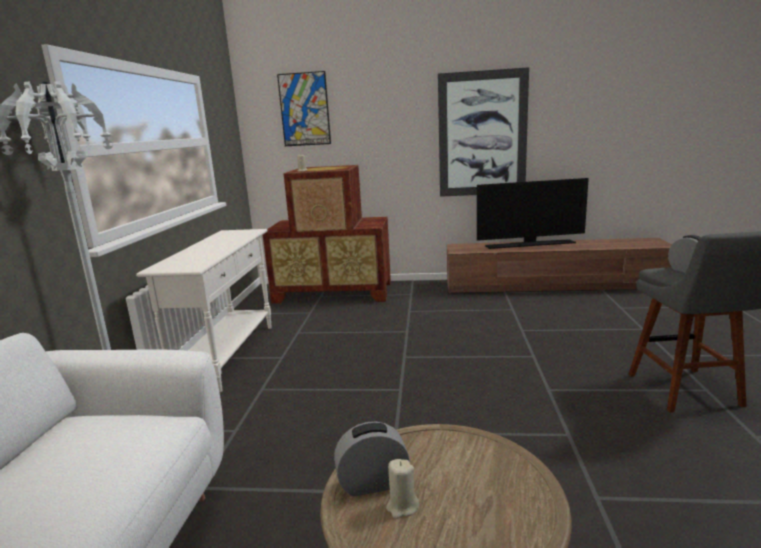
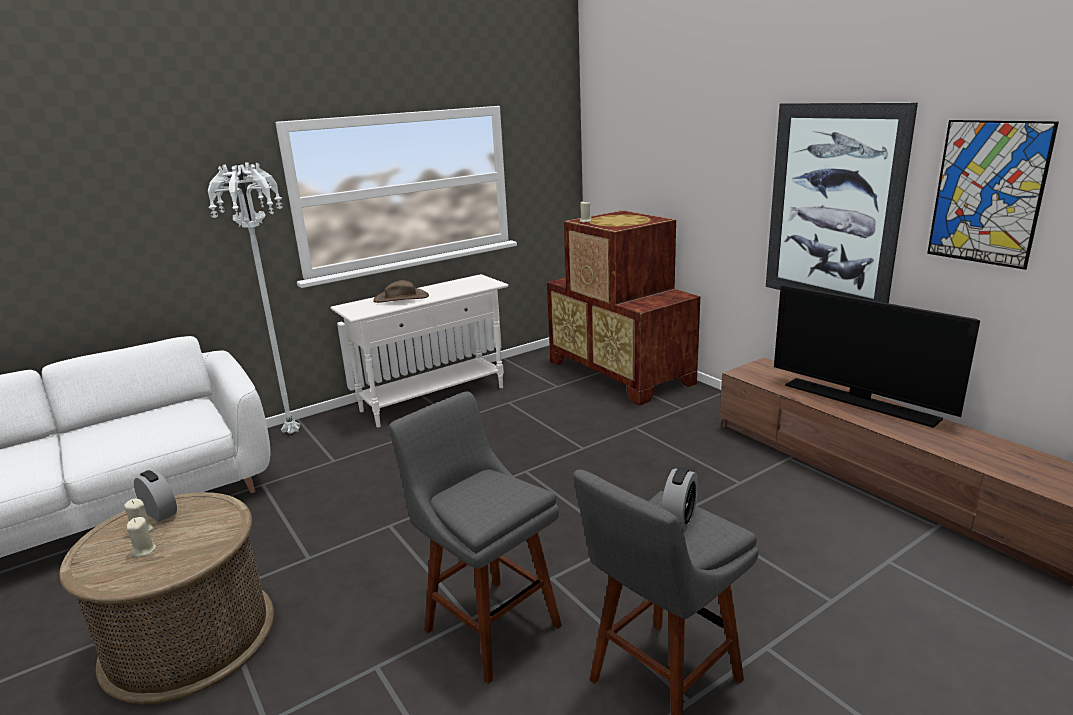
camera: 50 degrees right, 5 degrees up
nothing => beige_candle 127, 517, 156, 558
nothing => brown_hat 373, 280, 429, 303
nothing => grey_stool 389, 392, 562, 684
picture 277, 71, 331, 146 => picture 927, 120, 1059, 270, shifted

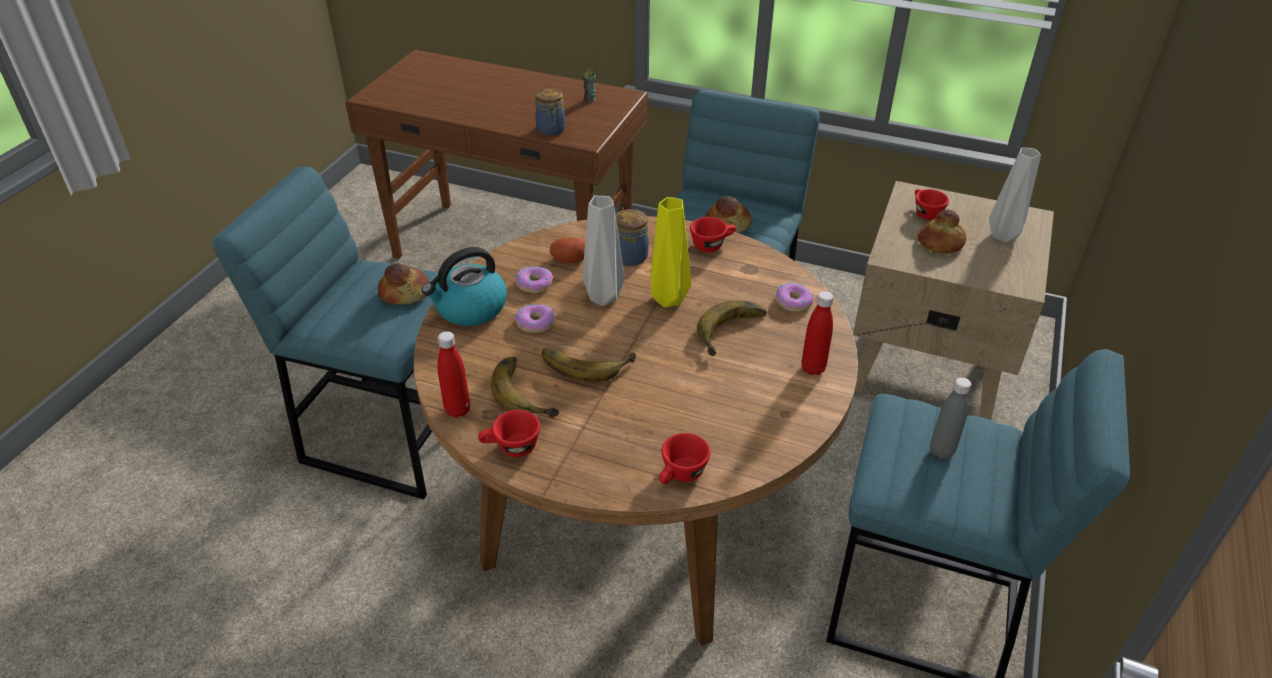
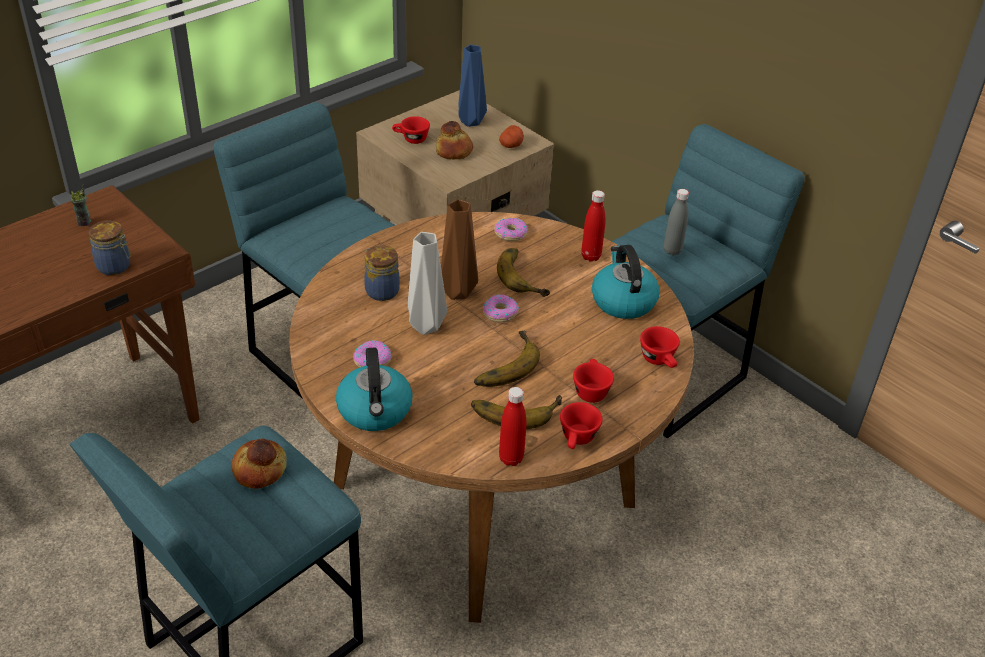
camera: 65 degrees left, 0 degrees up
bread 705, 196, 752, 233 => nothing
nothing => kettle 592, 245, 660, 319
donut 515, 304, 555, 333 => donut 483, 295, 519, 322, shifted
potato 550, 237, 585, 264 => potato 499, 125, 524, 148, shifted
red_cup 690, 217, 736, 252 => red_cup 573, 359, 614, 403, shifted
yellow_vase 651, 197, 691, 308 => brown_vase 441, 199, 478, 300
grey_vase 989, 148, 1041, 243 => blue_vase 458, 44, 487, 127

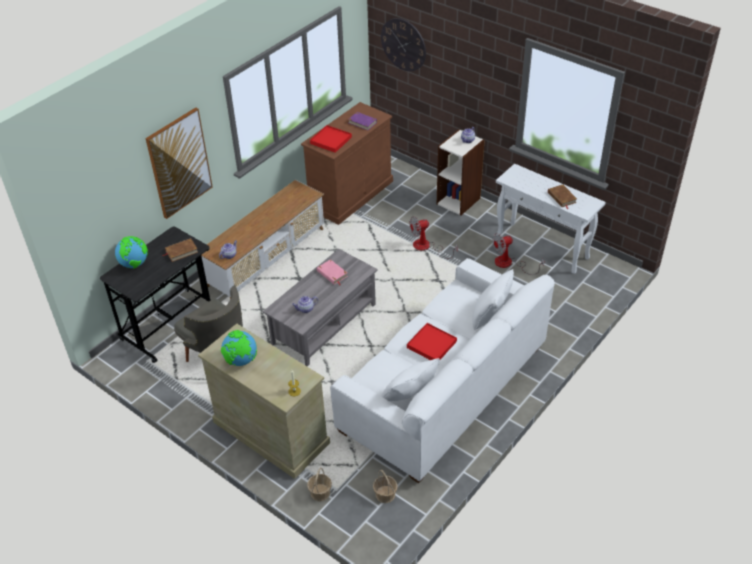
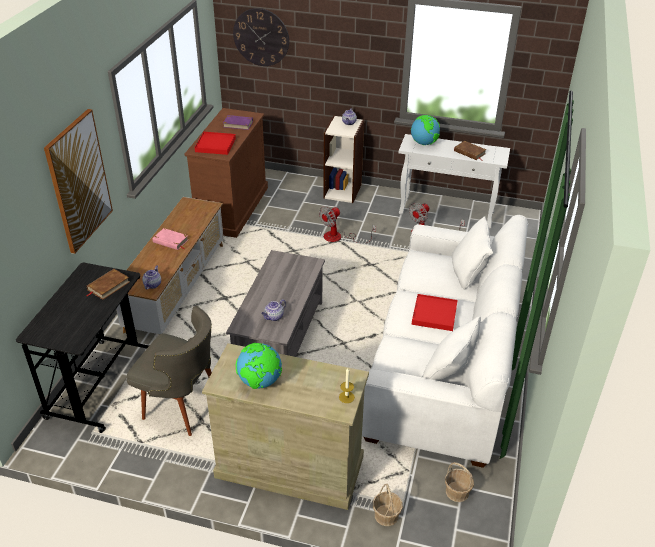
camera: 25 degrees left, 5 degrees down
globe 115, 236, 148, 269 => globe 411, 115, 440, 145, shifted
pink_book 317, 259, 348, 285 => pink_book 152, 228, 188, 250, shifted

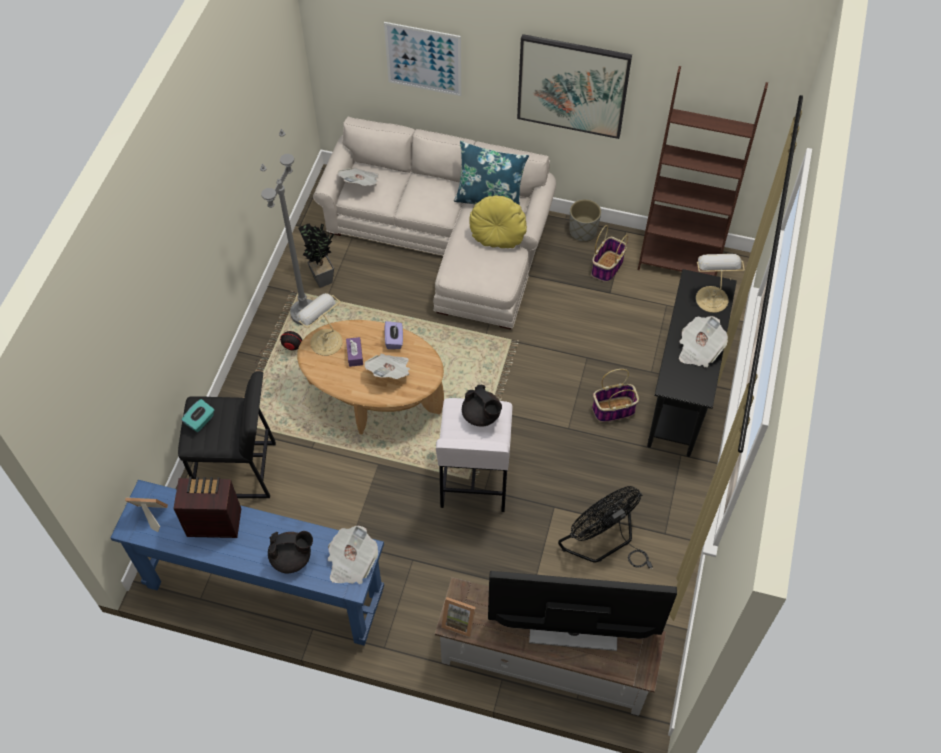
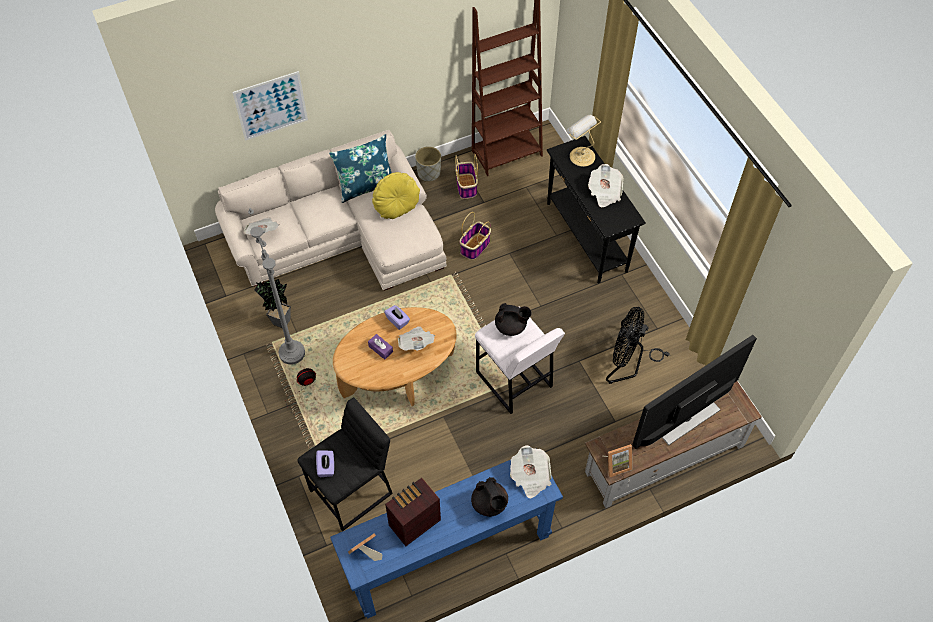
camera: 40 degrees left, 0 degrees up
table_lamp 296, 293, 343, 356 => nothing
picture 517, 34, 632, 139 => nothing
basket 592, 369, 639, 422 => basket 460, 212, 491, 260, shifted
turquoise_tissue_box 182, 399, 215, 432 => purple_tissue_box 316, 450, 334, 477
black_teapot 268, 531, 313, 573 => black_teapot 471, 477, 508, 517, 105 degrees clockwise

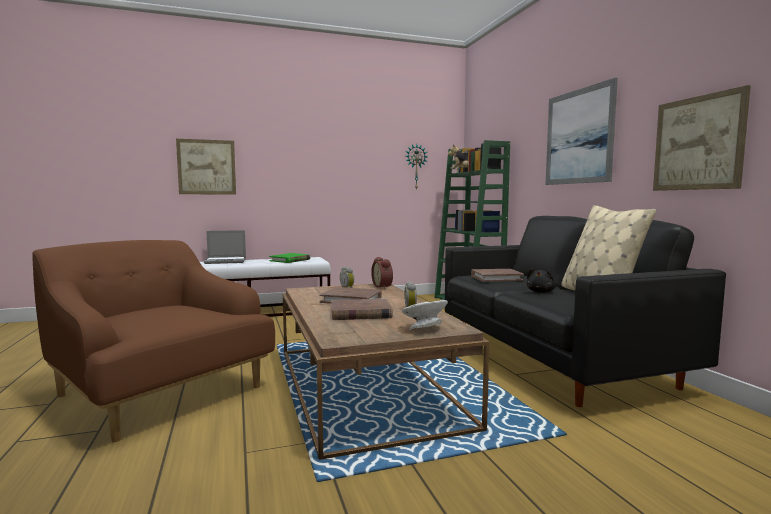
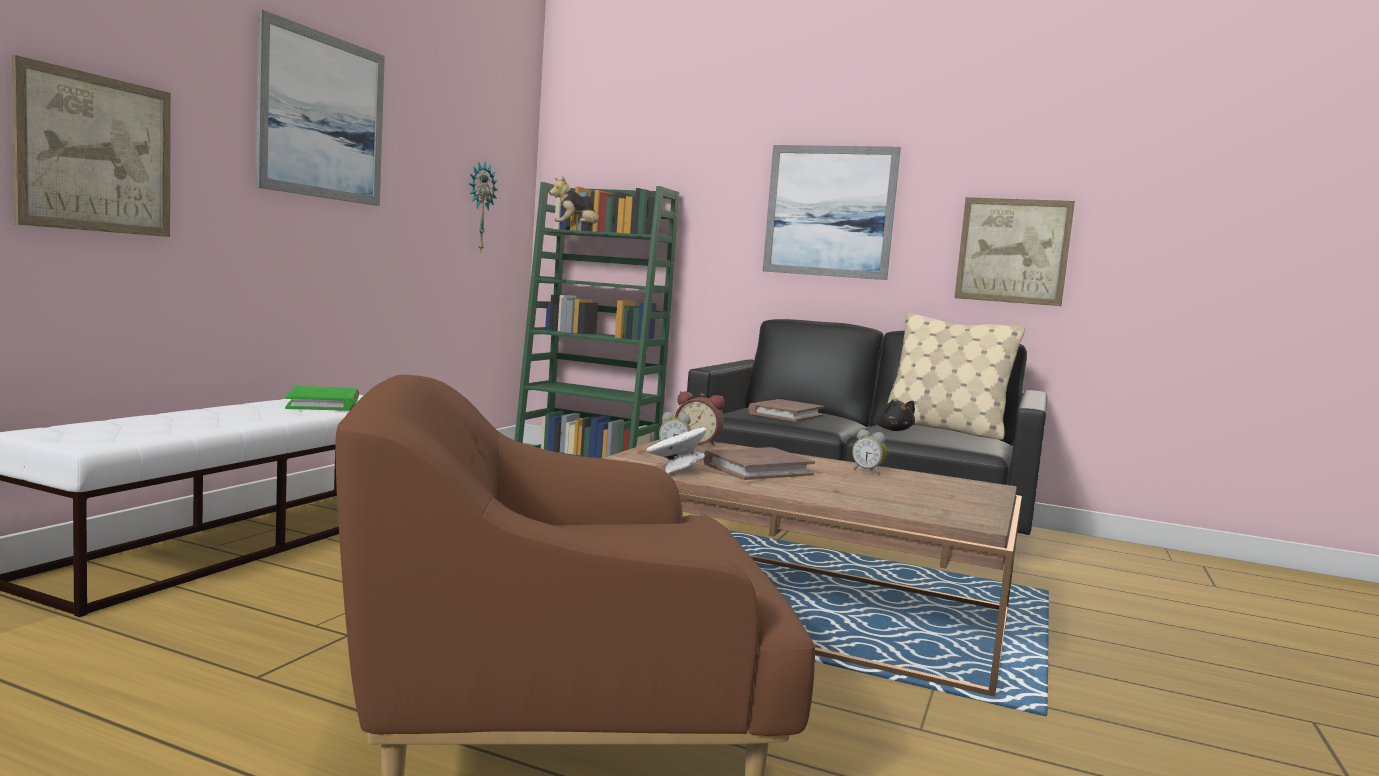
camera: 50 degrees left, 0 degrees up
laptop 204, 230, 246, 264 => nothing
brown_book 331, 298, 393, 320 => nothing
nothing => picture 255, 9, 385, 206
white_bowl 402, 300, 448, 330 => white_bowl 647, 427, 707, 473, shifted

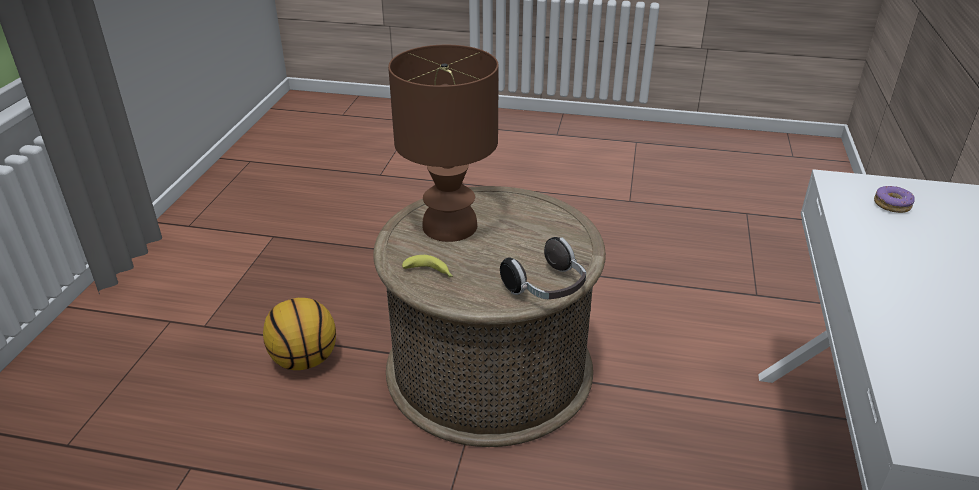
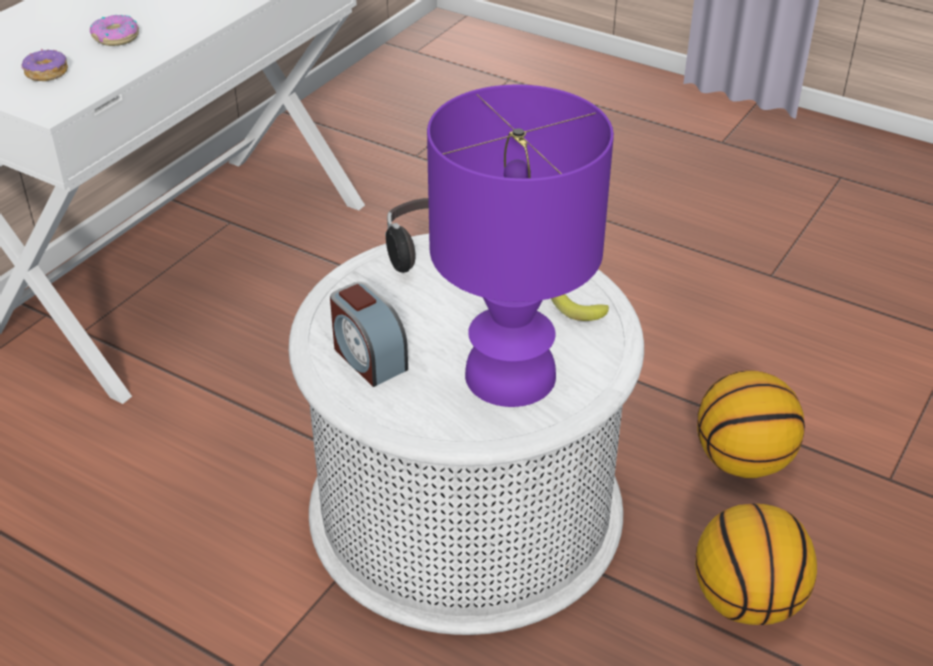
camera: 160 degrees left, 5 degrees up
nothing => donut 90, 15, 139, 46
nothing => alarm_clock 330, 282, 408, 387
nothing => basketball 697, 371, 805, 478
brown_coffee_table 373, 186, 606, 447 => white_coffee_table 289, 234, 644, 635
brown_table_lamp 388, 45, 499, 242 => purple_table_lamp 427, 85, 614, 407

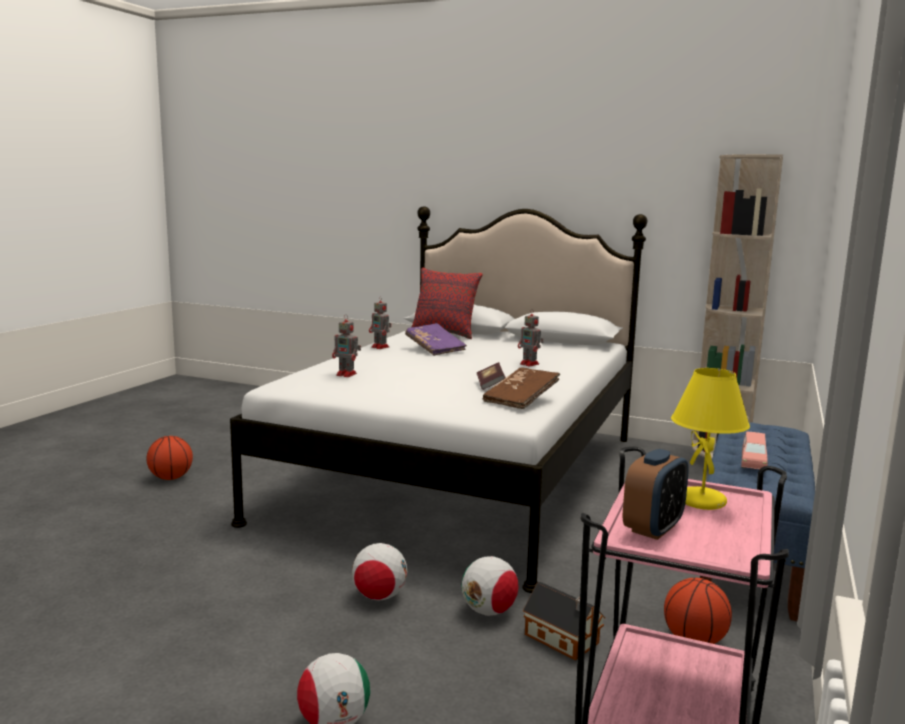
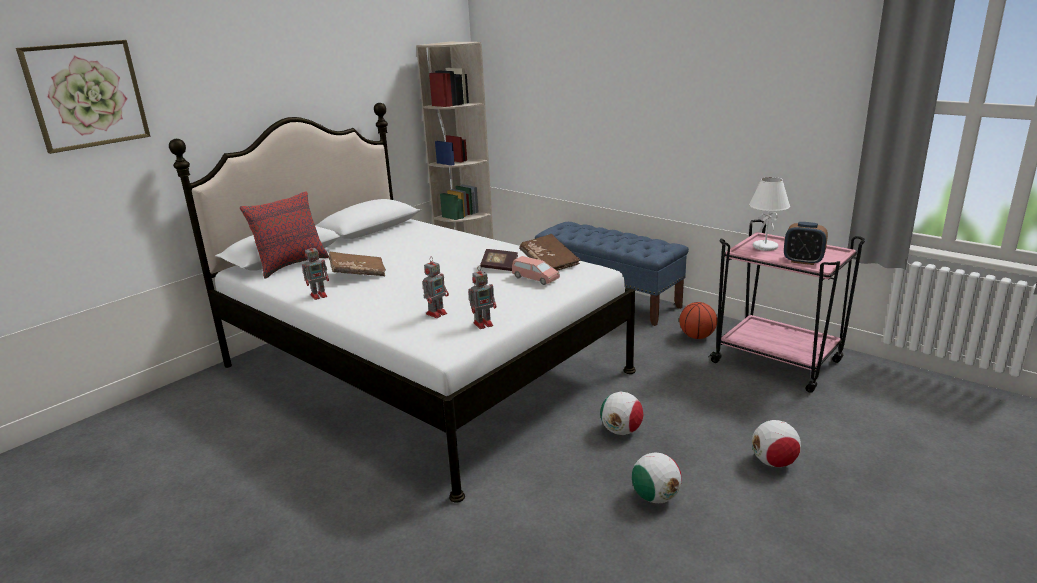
camera: 70 degrees left, 10 degrees up
basketball 146, 436, 193, 480 => nothing
toy_house 523, 581, 605, 660 => nothing
nothing => picture 16, 40, 150, 154
football 461, 556, 519, 616 => football 632, 452, 682, 503, shifted
toy_robot 518, 309, 543, 367 => toy_robot 468, 266, 496, 329, shifted
pink_toy_car 741, 431, 768, 469 => pink_toy_car 512, 256, 560, 285, shifted
purple_book 405, 323, 467, 356 => brown_book 329, 252, 386, 276
yellow_table_lamp 671, 368, 750, 510 => white_table_lamp 749, 177, 790, 251
alarm_clock 623, 449, 689, 540 => alarm_clock 784, 222, 828, 265, 150 degrees clockwise

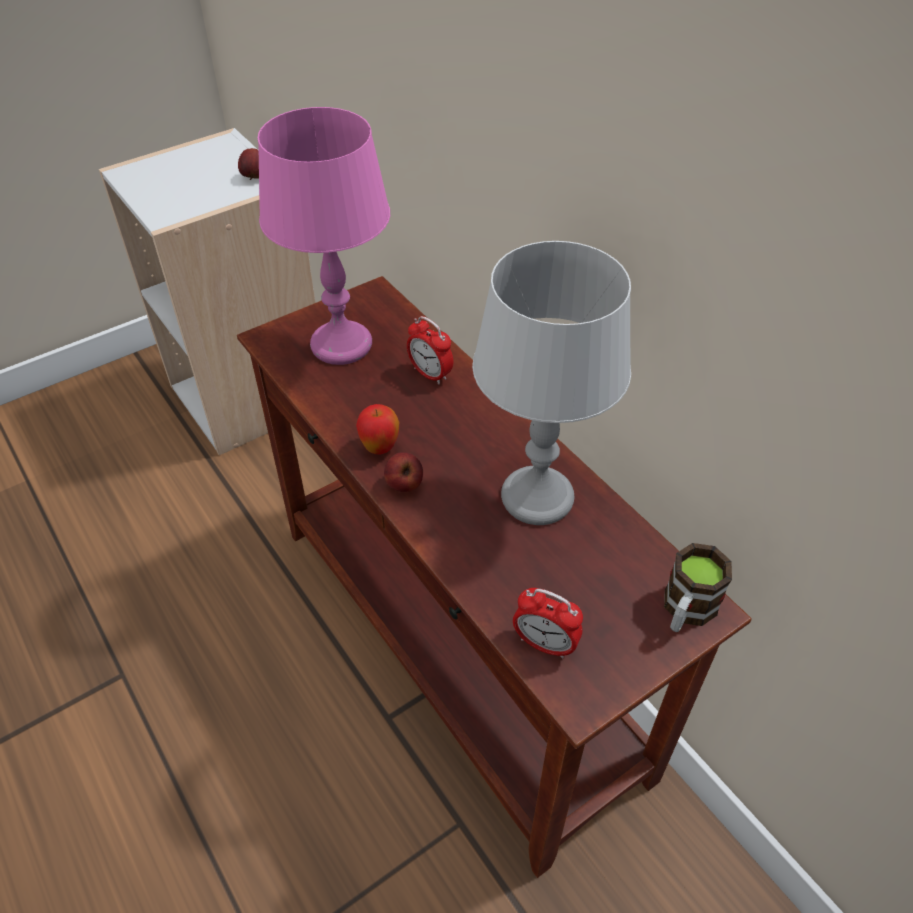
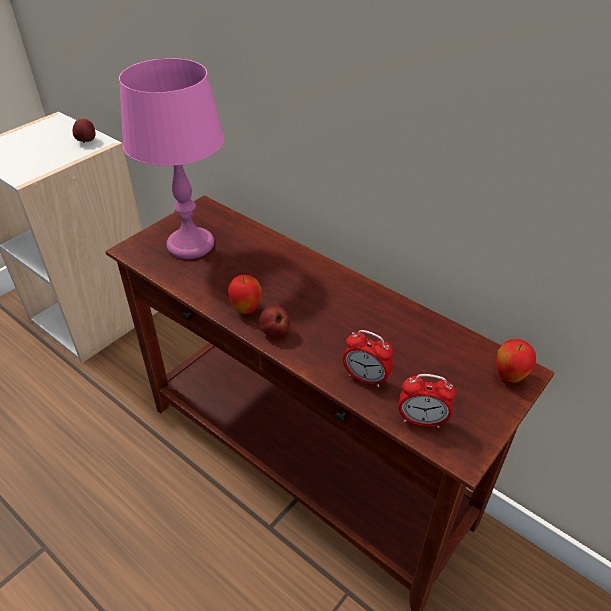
camera: 15 degrees left, 5 degrees down
grey_table_lamp 472, 241, 631, 525 => nothing
alarm_clock 407, 316, 453, 384 => alarm_clock 343, 330, 393, 388, shifted
mug 664, 543, 732, 632 => apple 496, 339, 536, 382

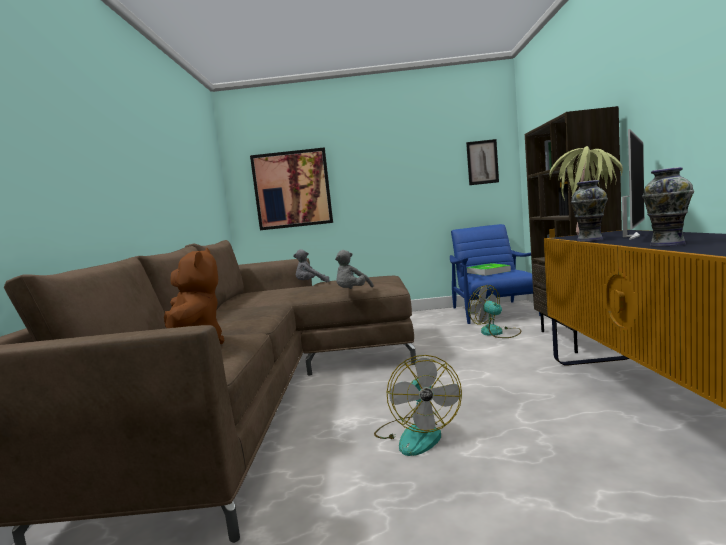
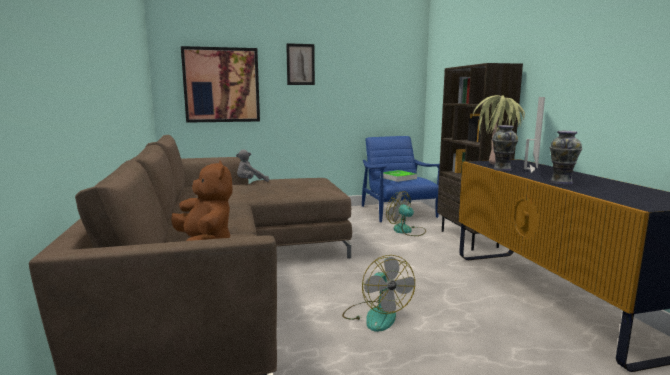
camera: 15 degrees left, 5 degrees up
grey_plush_toy 335, 250, 374, 289 => nothing
picture 466, 139, 499, 185 => picture 286, 43, 315, 85, shifted

